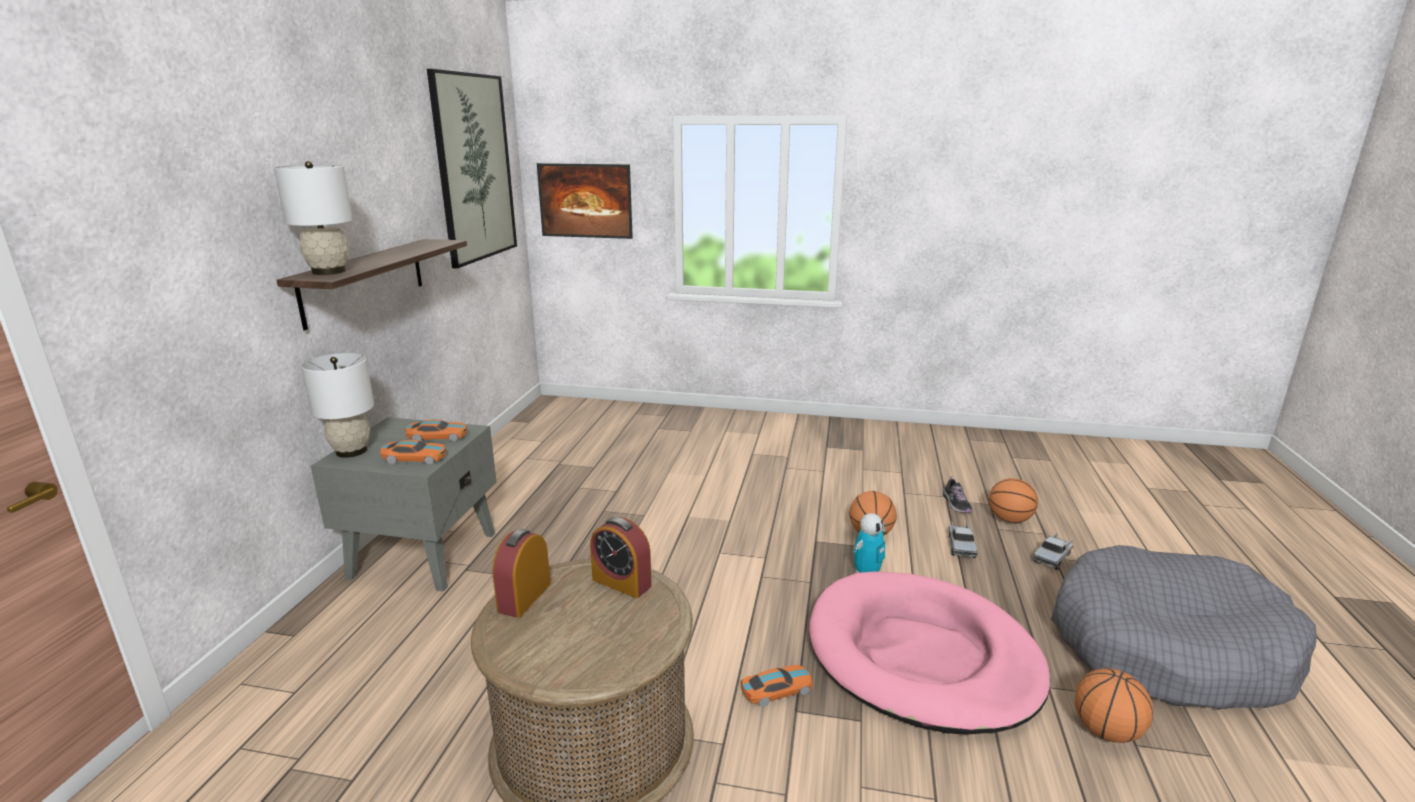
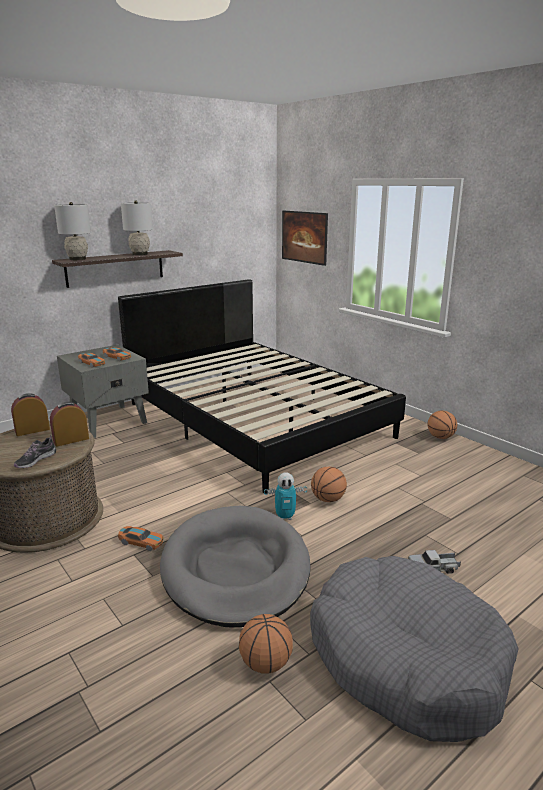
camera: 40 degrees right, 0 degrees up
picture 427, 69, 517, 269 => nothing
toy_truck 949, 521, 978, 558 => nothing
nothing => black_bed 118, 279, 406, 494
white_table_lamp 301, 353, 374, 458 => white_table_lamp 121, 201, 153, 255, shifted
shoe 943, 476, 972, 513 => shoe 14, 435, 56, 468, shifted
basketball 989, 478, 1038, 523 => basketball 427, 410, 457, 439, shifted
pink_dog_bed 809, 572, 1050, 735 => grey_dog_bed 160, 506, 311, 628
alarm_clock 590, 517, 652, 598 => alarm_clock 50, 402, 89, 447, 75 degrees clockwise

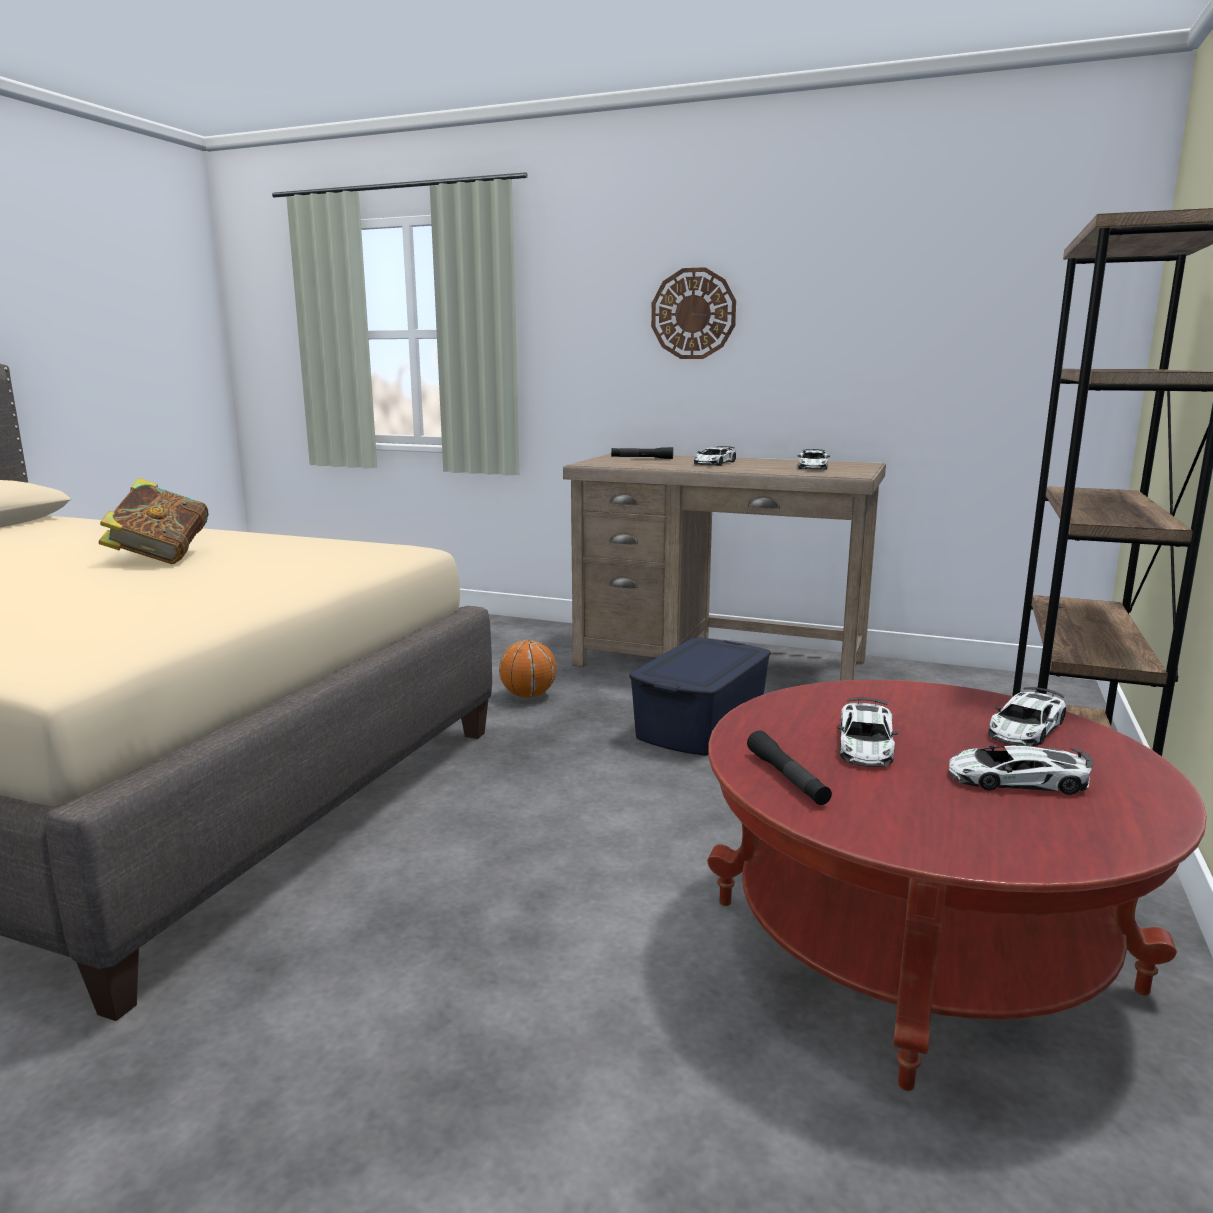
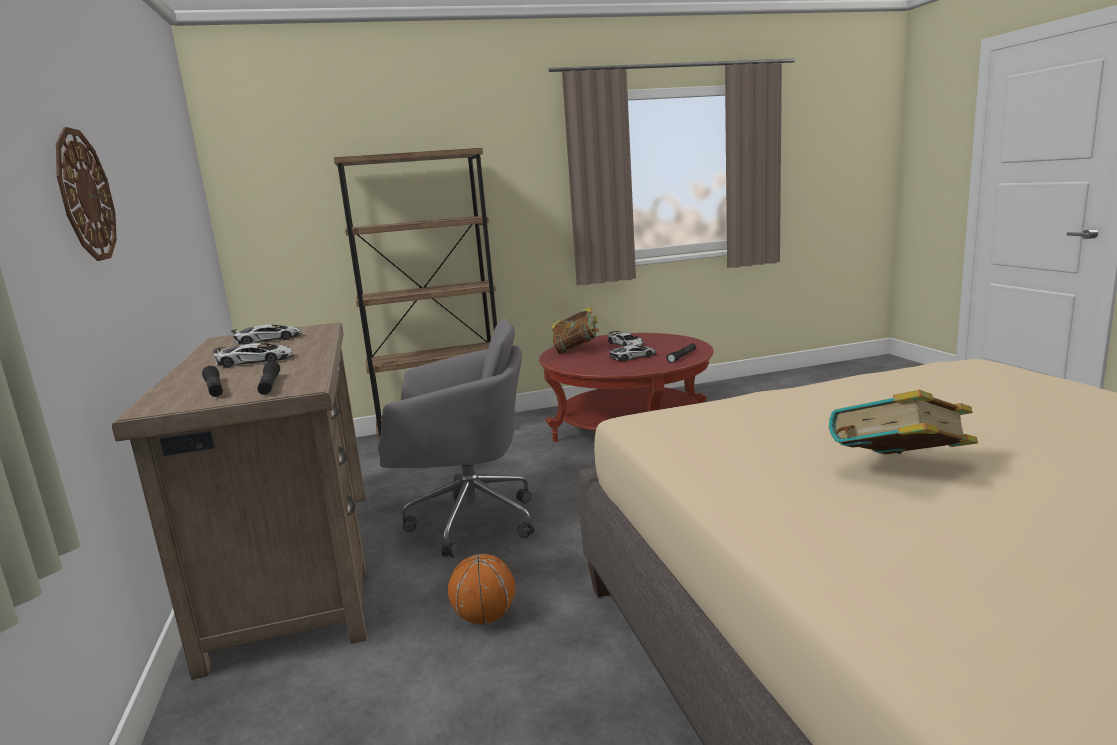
camera: 125 degrees left, 0 degrees up
nothing => black_flashlight 257, 361, 280, 395
blue_storage_box 629, 638, 771, 755 => grey_office_chair 378, 319, 534, 557
toy_car 989, 687, 1066, 747 => book 552, 307, 600, 354

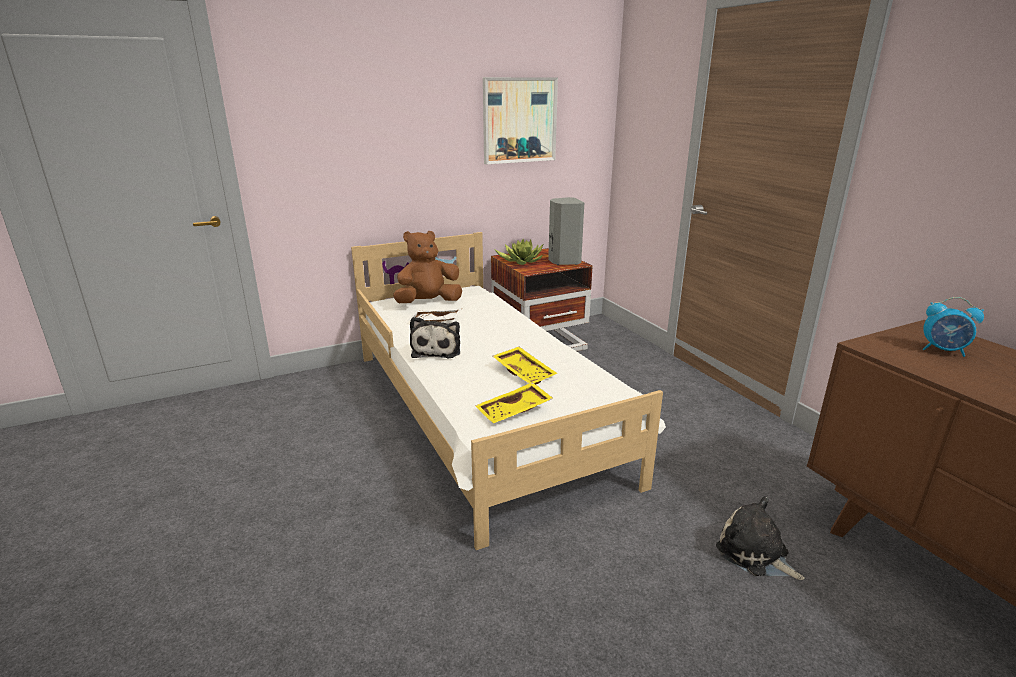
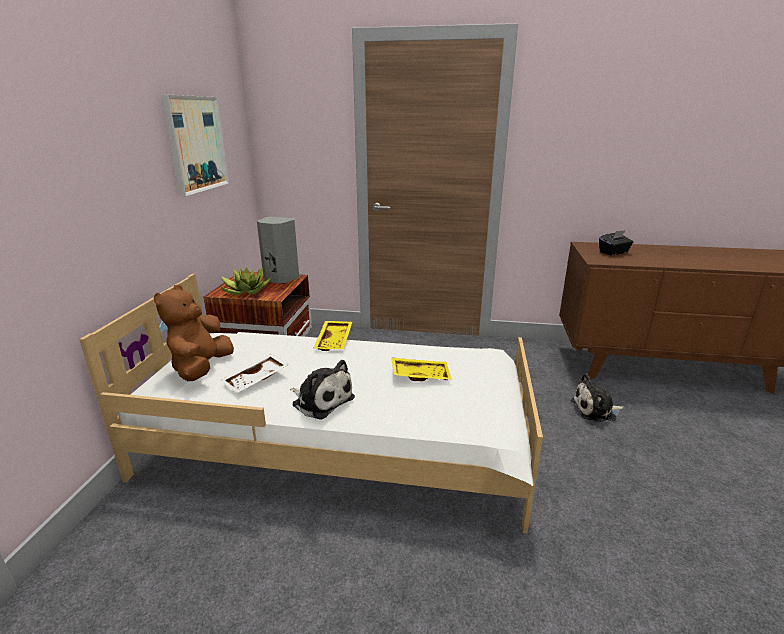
camera: 55 degrees left, 0 degrees up
yellow_tray 475, 382, 553, 423 => yellow_tray 314, 321, 352, 351, shifted
alarm_clock 922, 297, 984, 357 => black_tissue_box 599, 230, 633, 255

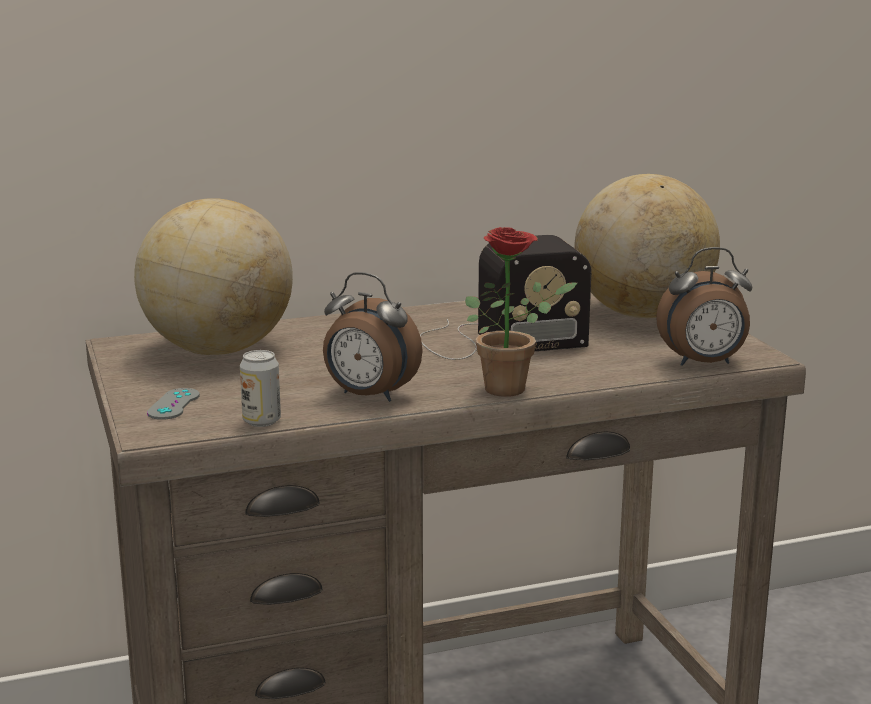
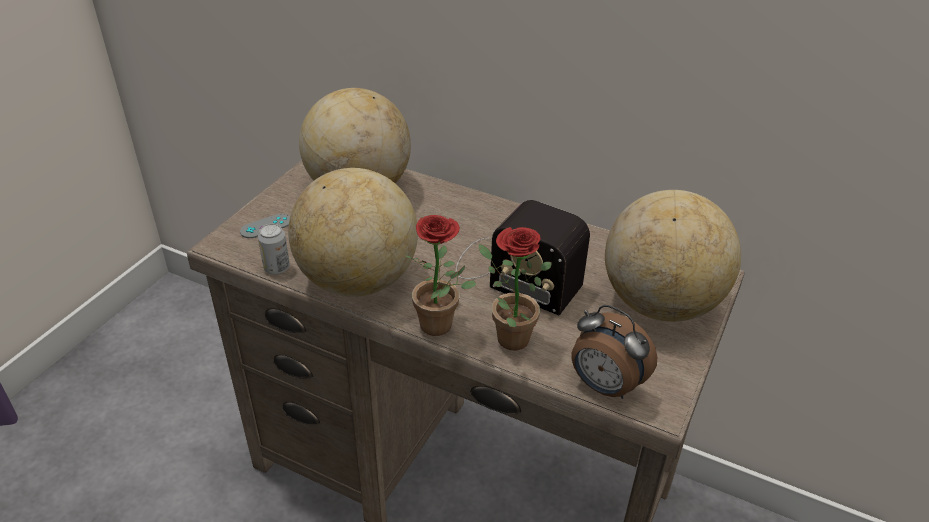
camera: 45 degrees right, 20 degrees up
nothing => potted_plant 479, 227, 552, 350
alarm_clock 323, 272, 423, 402 => globe 288, 168, 418, 297

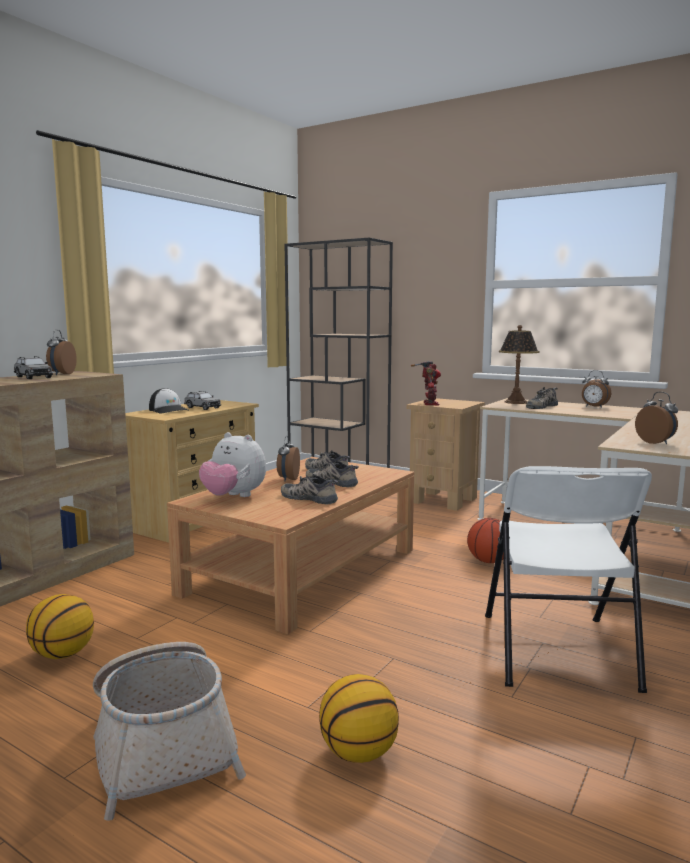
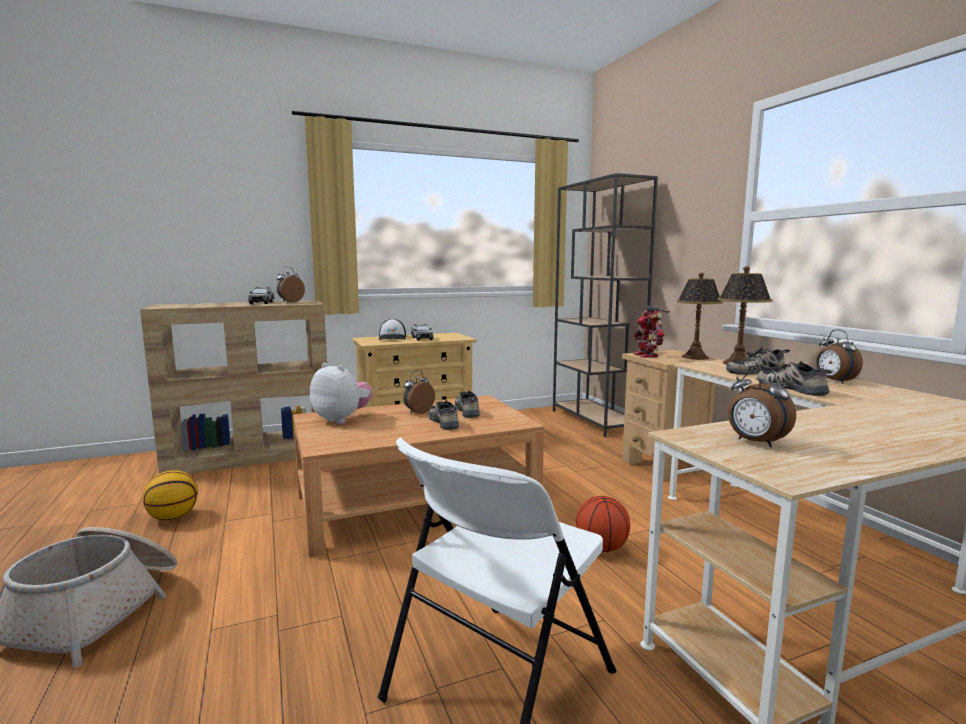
camera: 35 degrees right, 0 degrees up
basketball 319, 674, 399, 763 => nothing
nothing => table_lamp 677, 273, 723, 360
shoe 281, 474, 338, 505 => shoe 758, 361, 833, 396, shifted
plush_toy 199, 432, 266, 497 => plush_toy 310, 363, 372, 424, 150 degrees clockwise
toy_robot 411, 361, 441, 405 => toy_robot 634, 306, 670, 358, 135 degrees clockwise
alarm_clock 635, 392, 678, 444 => alarm_clock 728, 365, 796, 447, 135 degrees clockwise

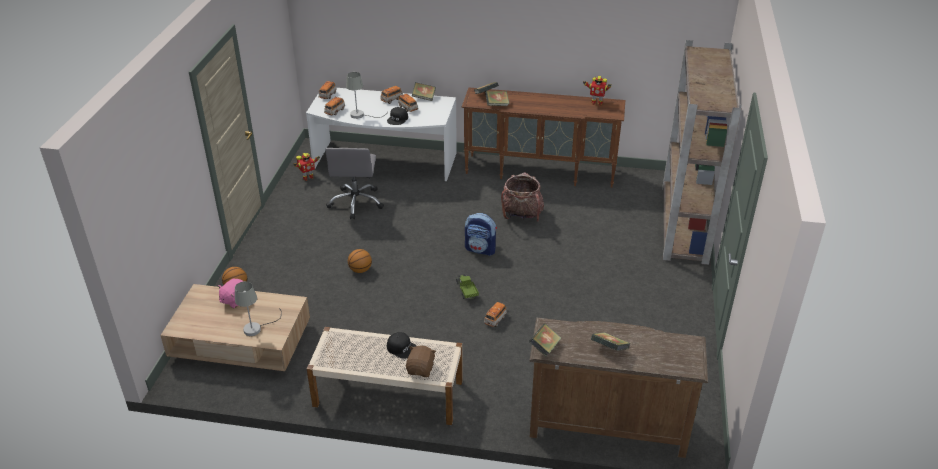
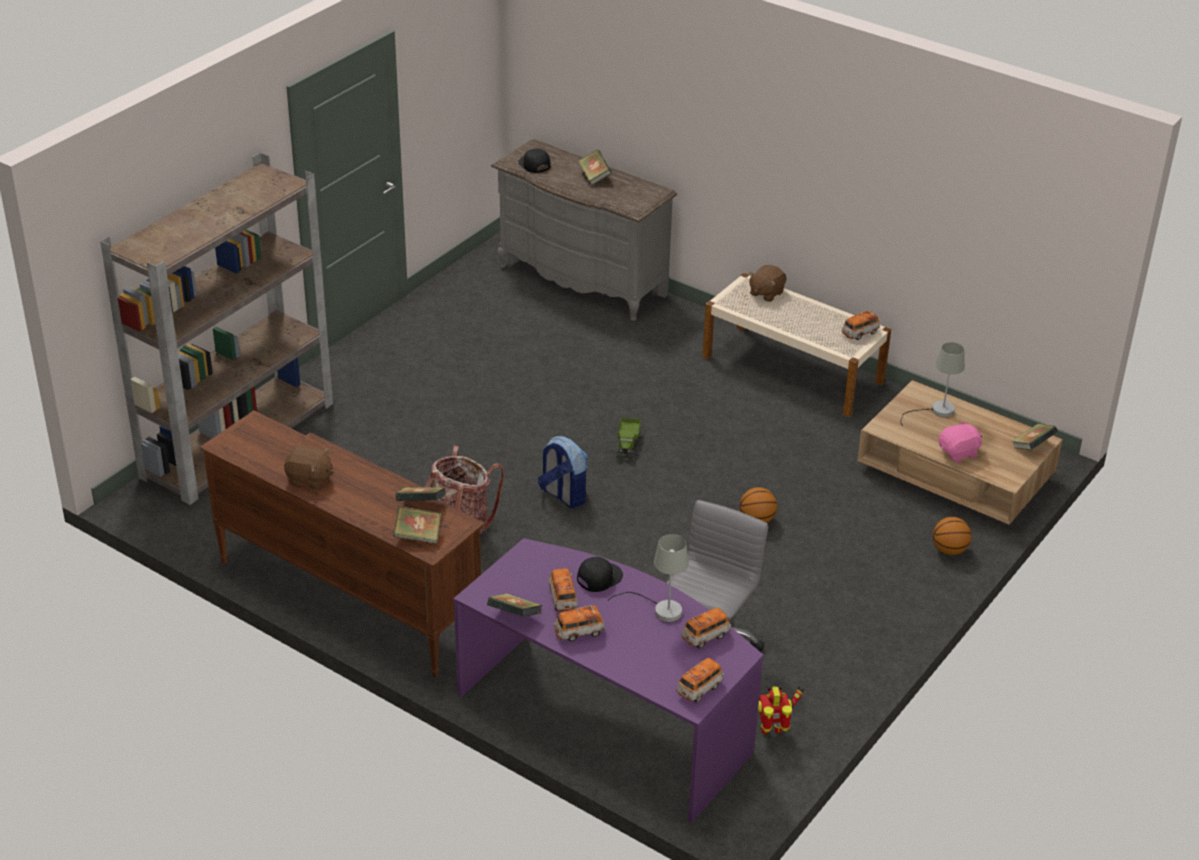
camera: 155 degrees left, 0 degrees up
toy_robot 583, 76, 611, 106 => nothing
nothing => brown_plush_toy 284, 445, 334, 490
black_cap 387, 332, 416, 358 => black_cap 518, 149, 551, 173, shifted
toy_car 484, 302, 507, 327 => toy_car 842, 310, 880, 340, shifted
book 529, 323, 561, 357 => book 1012, 424, 1058, 450, shifted
white_desk 306, 88, 457, 181 => purple_desk 453, 538, 763, 823

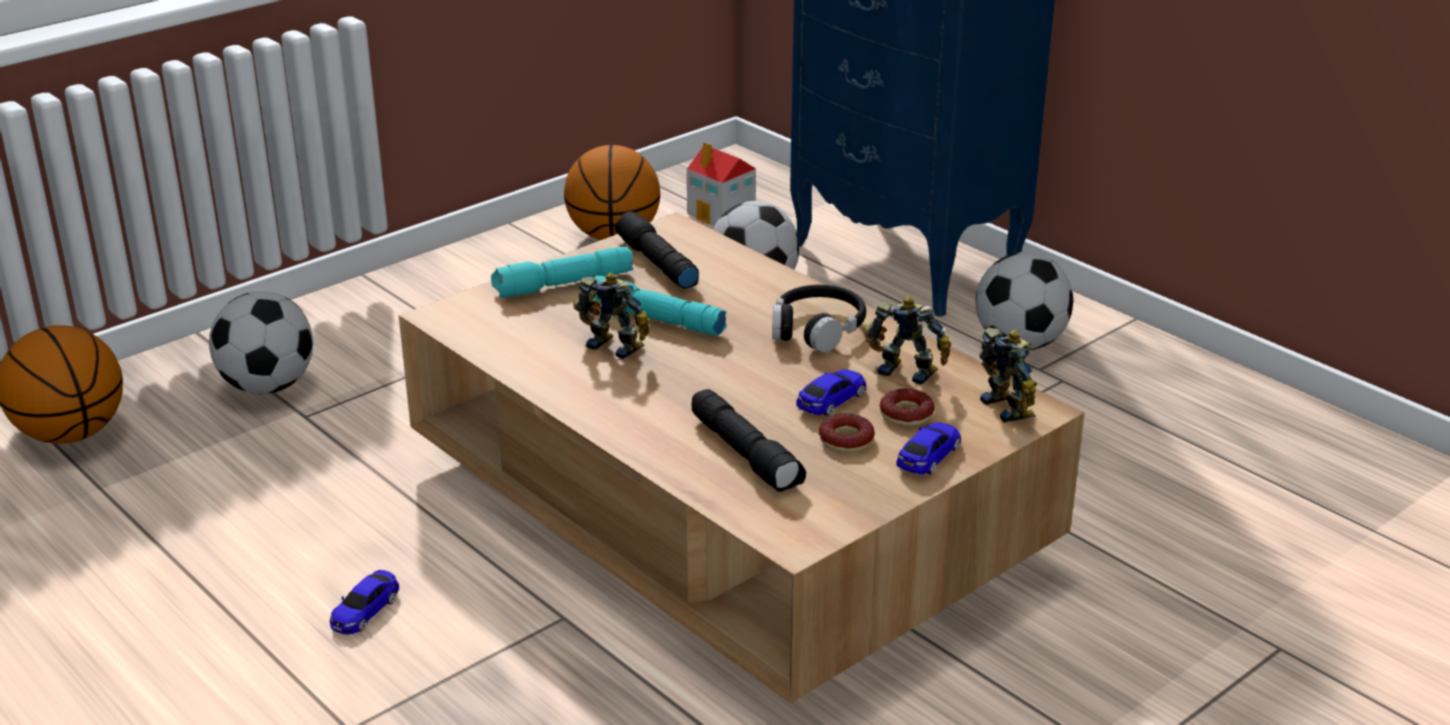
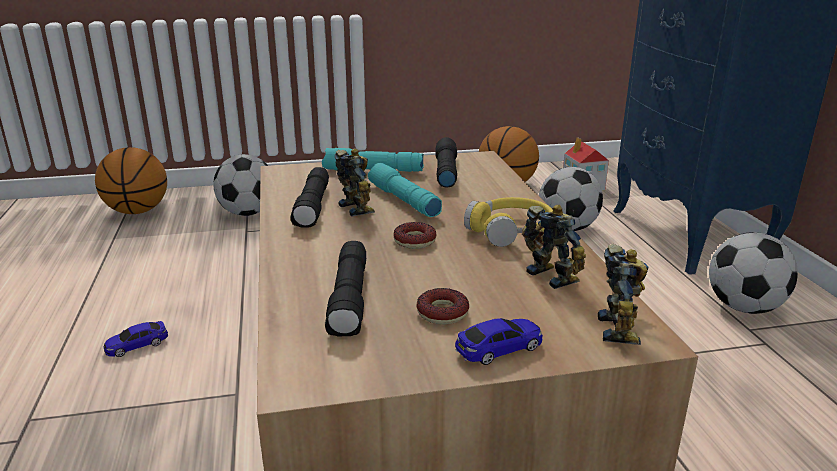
camera: 30 degrees right, 5 degrees down
toy_car 796, 369, 866, 416 => nothing
nothing => black_flashlight 291, 167, 329, 227
donut 880, 389, 934, 426 => donut 393, 222, 436, 249, shifted
black_headphones 772, 285, 866, 353 => yellow_headphones 464, 197, 553, 247

